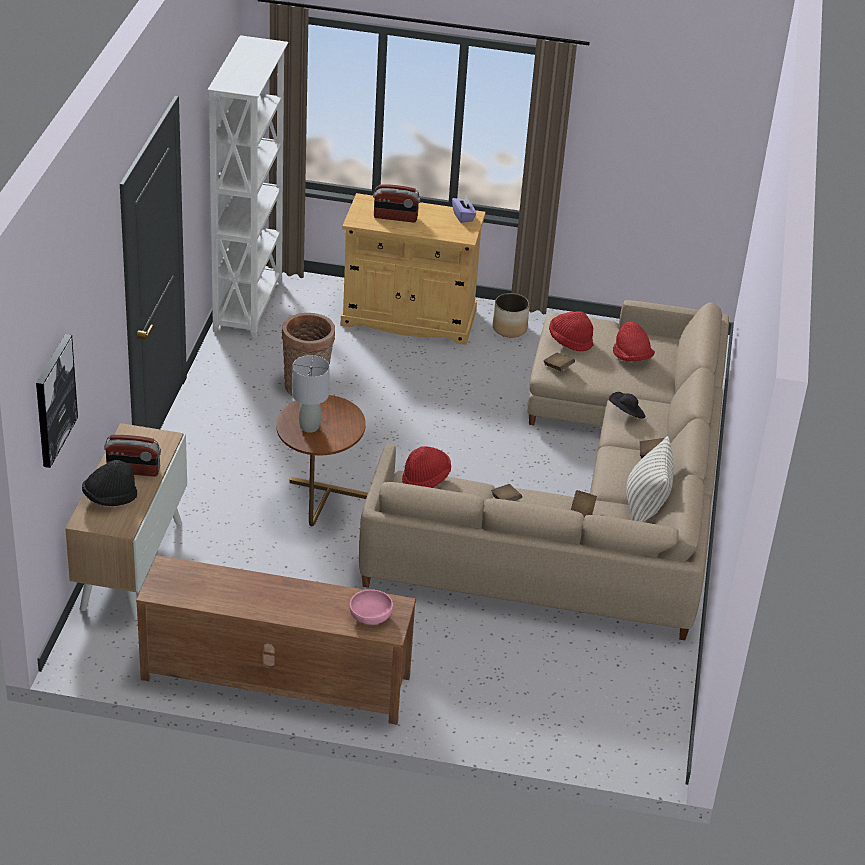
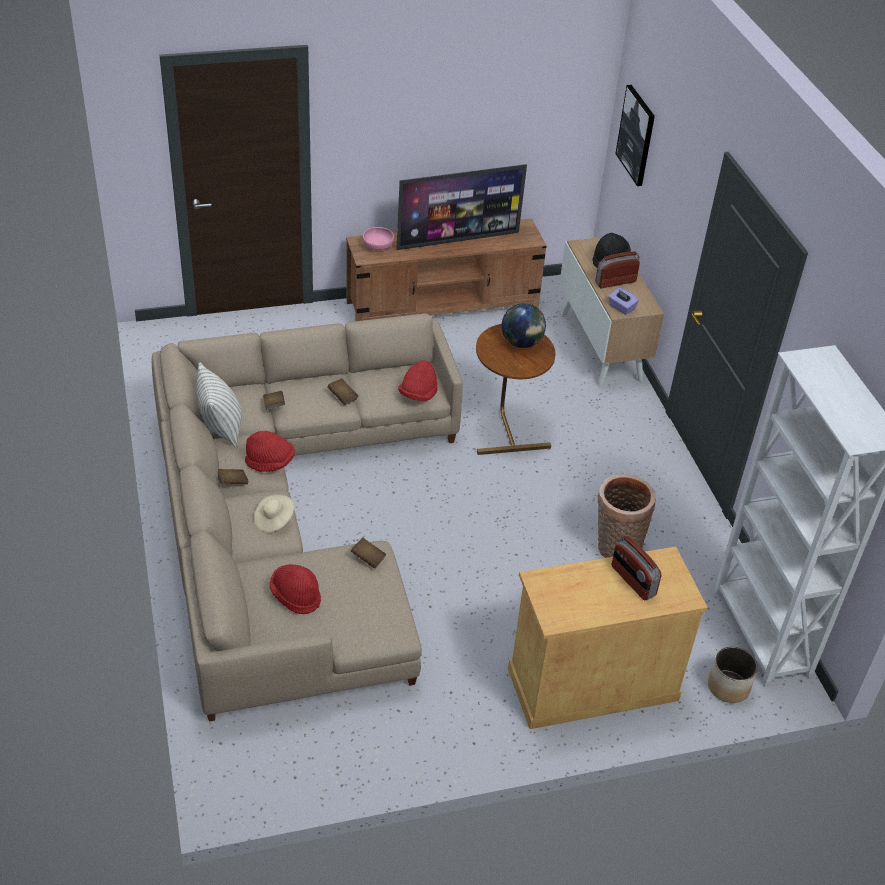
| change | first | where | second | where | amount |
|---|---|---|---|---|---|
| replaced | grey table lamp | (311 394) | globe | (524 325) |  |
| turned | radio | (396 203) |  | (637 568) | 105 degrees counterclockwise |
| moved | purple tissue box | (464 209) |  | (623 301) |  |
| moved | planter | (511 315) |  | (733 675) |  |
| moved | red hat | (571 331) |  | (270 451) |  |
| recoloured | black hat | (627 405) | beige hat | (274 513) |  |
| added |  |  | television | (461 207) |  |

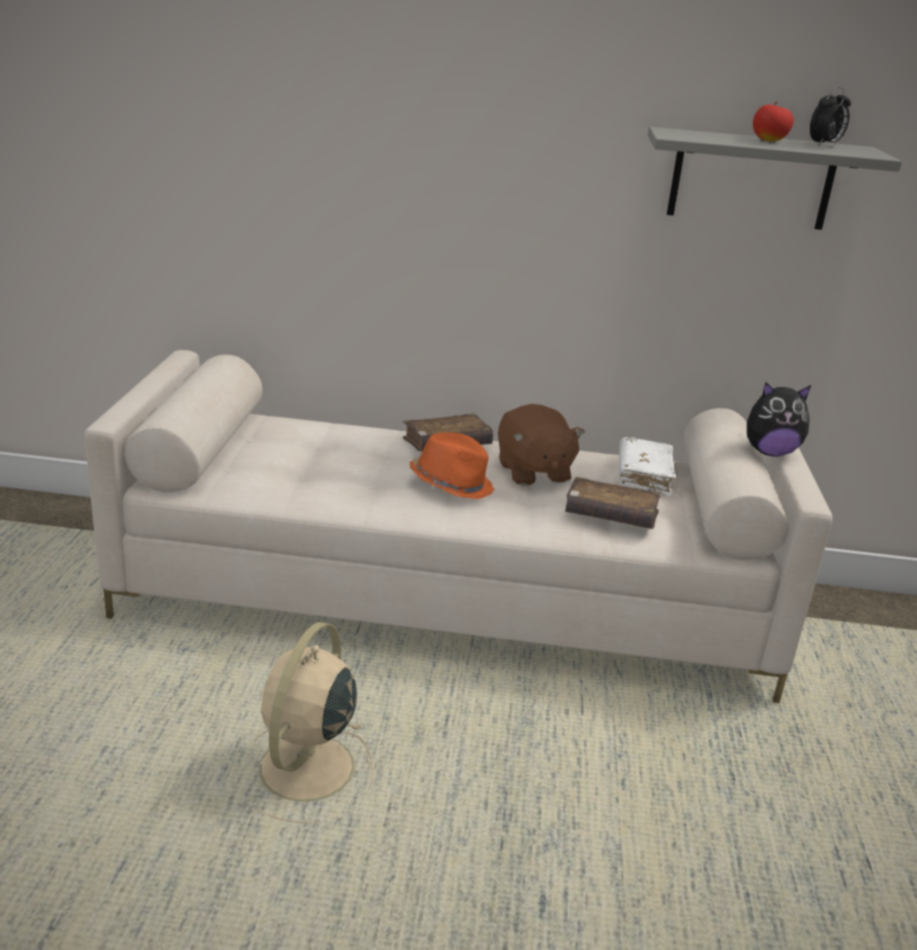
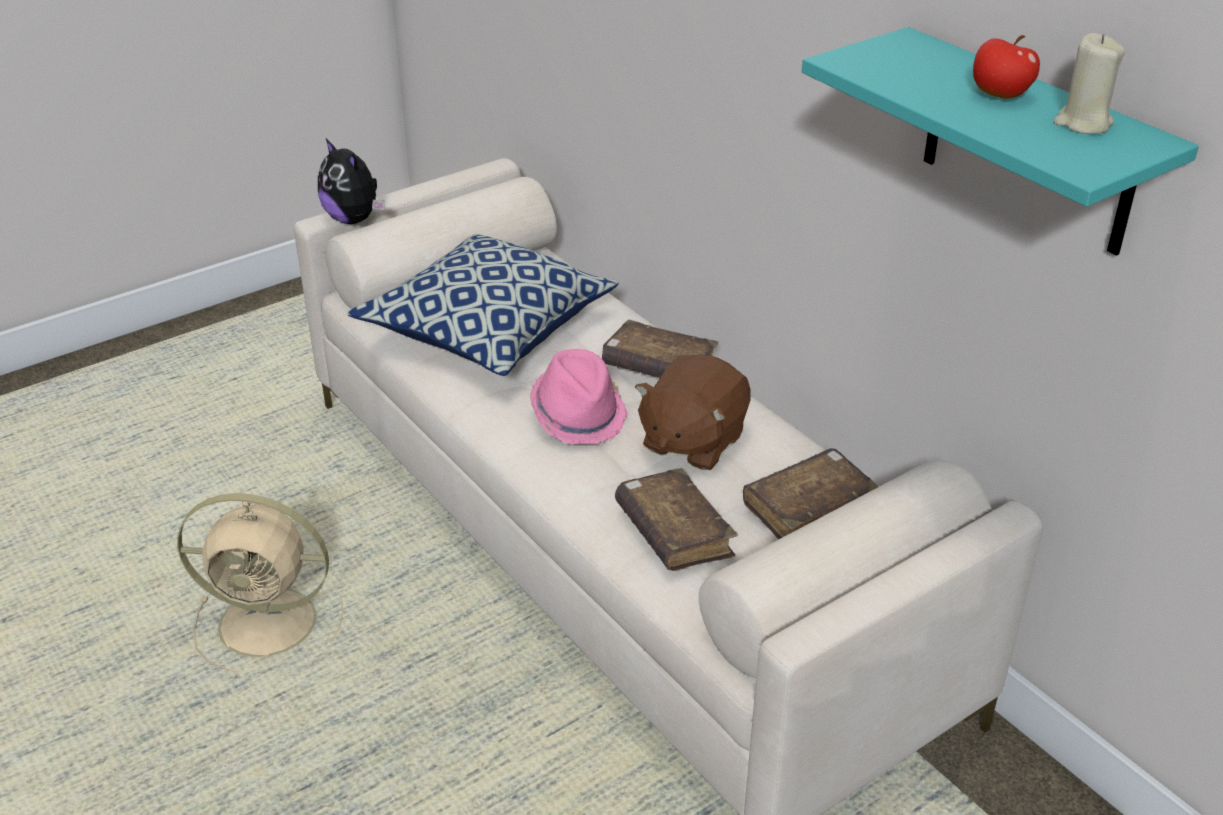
| change | first | where | second | where | amount |
|---|---|---|---|---|---|
| turned | beige fan | (311 722) |  | (260 582) | 150 degrees counterclockwise |
| recoloured | orange hat | (451 465) | pink hat | (579 396) |  |
| recoloured | white book | (648 466) | brown book | (811 494) |  |
| recoloured | grey shelf | (775 178) | turquoise shelf | (1000 141) |  |
| moved | plush toy | (779 419) |  | (351 181) |  |
| replaced | alarm clock | (830 116) | beige candle | (1089 83) |  |
| added |  |  | pillow | (483 305) |  |

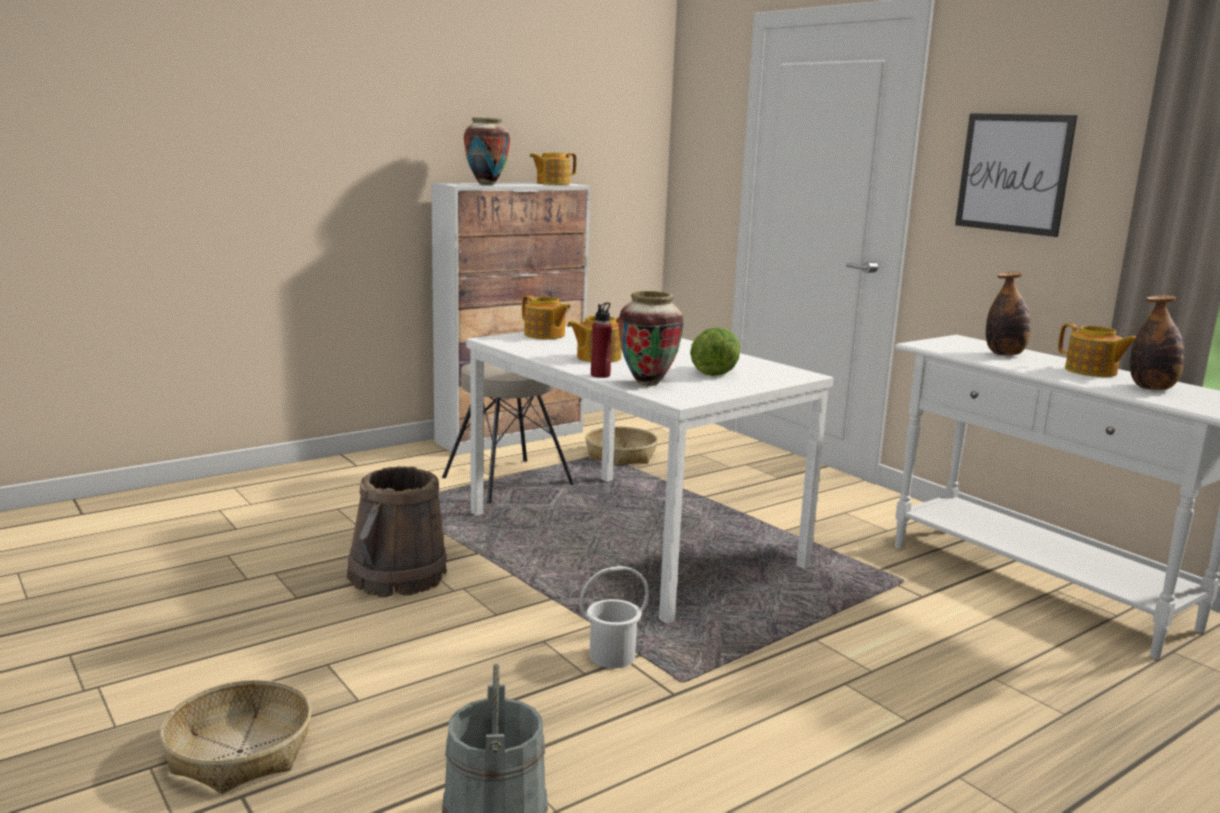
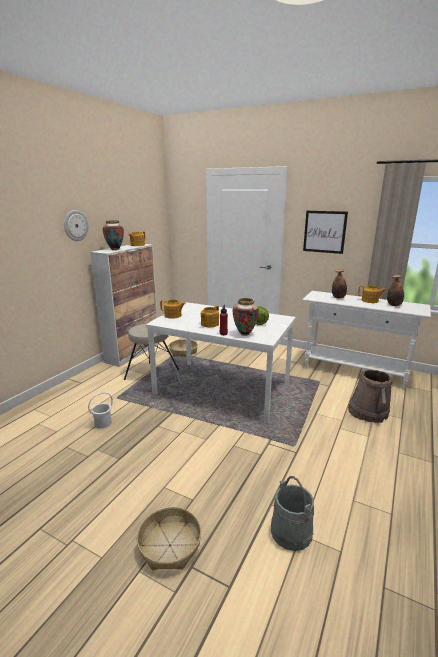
| change | first | where | second | where | amount |
|---|---|---|---|---|---|
| moved | brown bucket | (397 532) |  | (370 396) |  |
| moved | white bucket | (614 617) |  | (100 410) |  |
| added |  |  | wall clock | (76 225) |  |

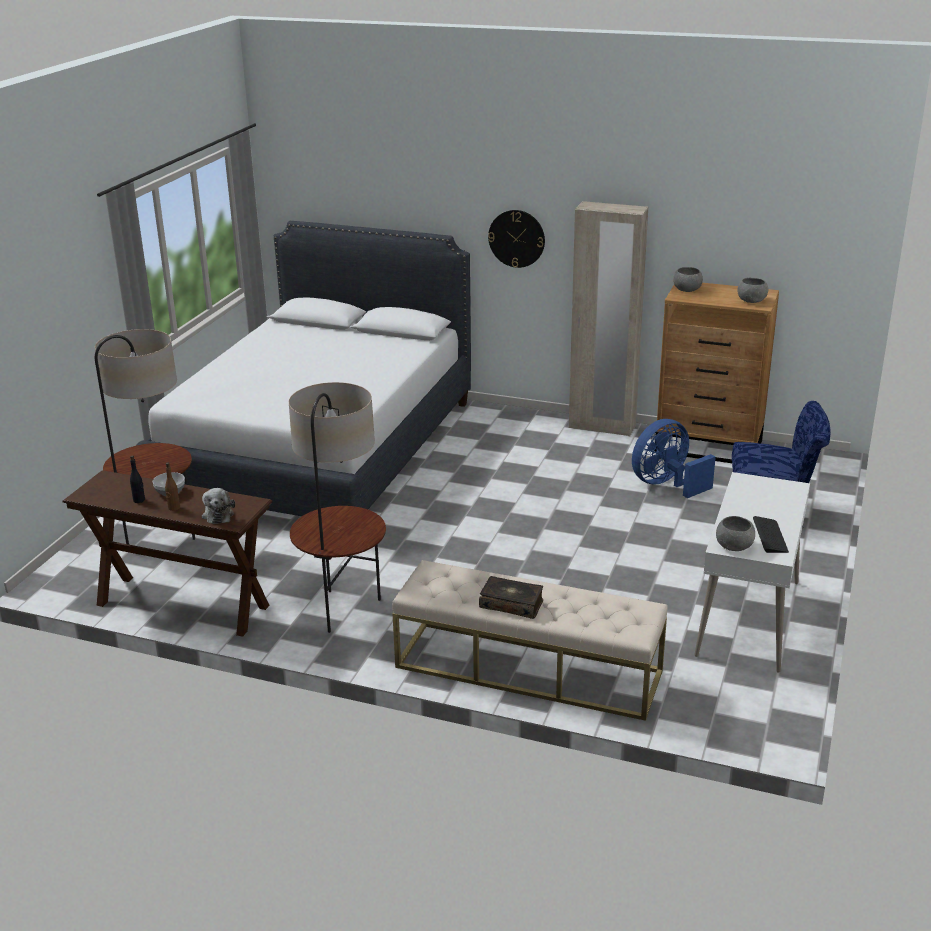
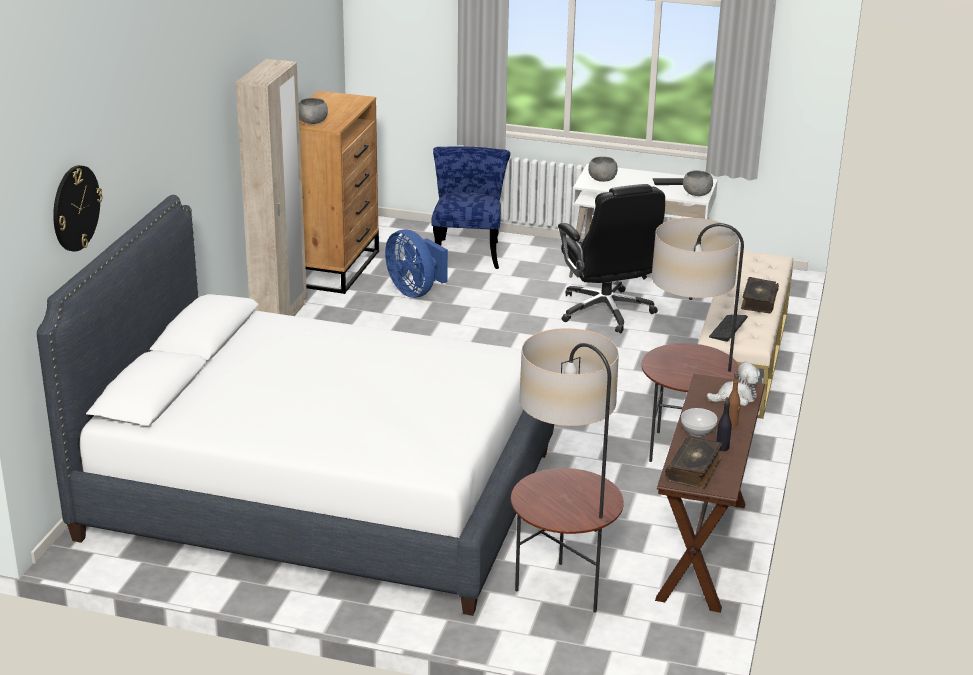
| change | first | where | second | where | amount |
|---|---|---|---|---|---|
| moved | wall clock | (516 239) |  | (78 208) |  |
| moved | grey bowl | (752 290) |  | (603 169) |  |
| added |  |  | black office chair | (611 258) |  |
| added |  |  | book | (693 462) |  |
| added |  |  | keyboard | (728 328) |  |

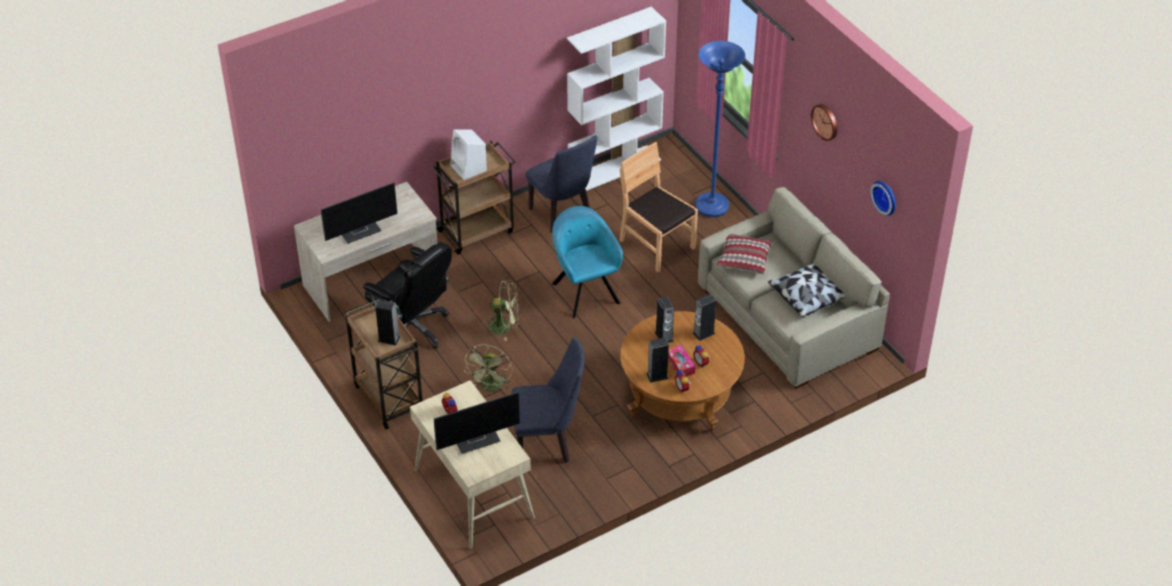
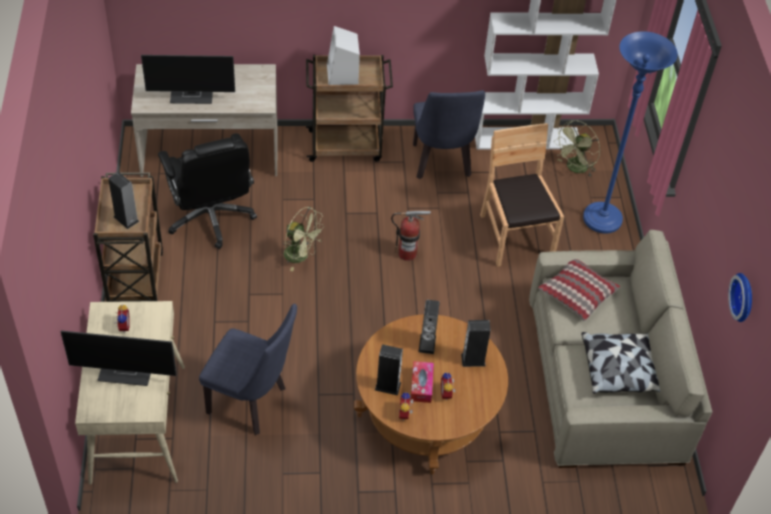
| change | first | where | second | where | amount |
|---|---|---|---|---|---|
| moved | green fan | (488 368) |  | (577 148) |  |
| replaced | turquoise armchair | (587 262) | fire extinguisher | (411 236) |  |
| removed | wall clock | (824 122) |  |  |  |

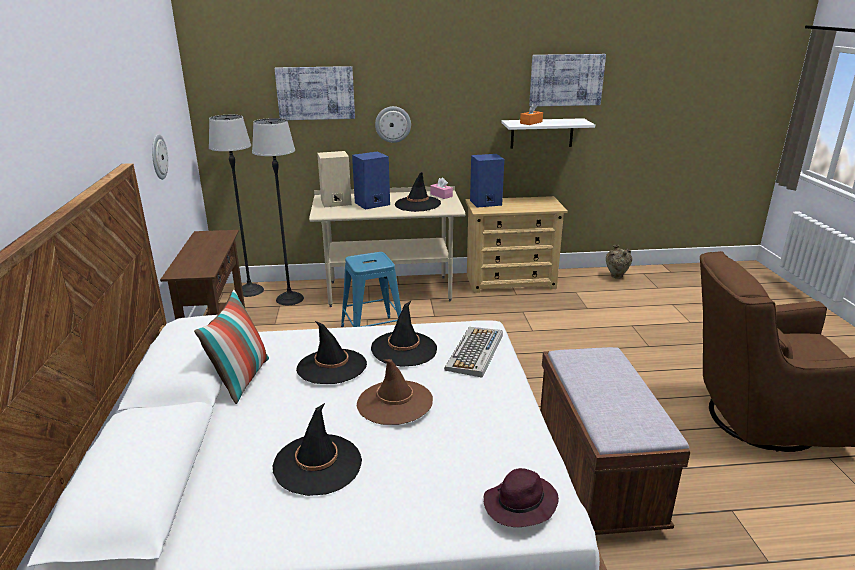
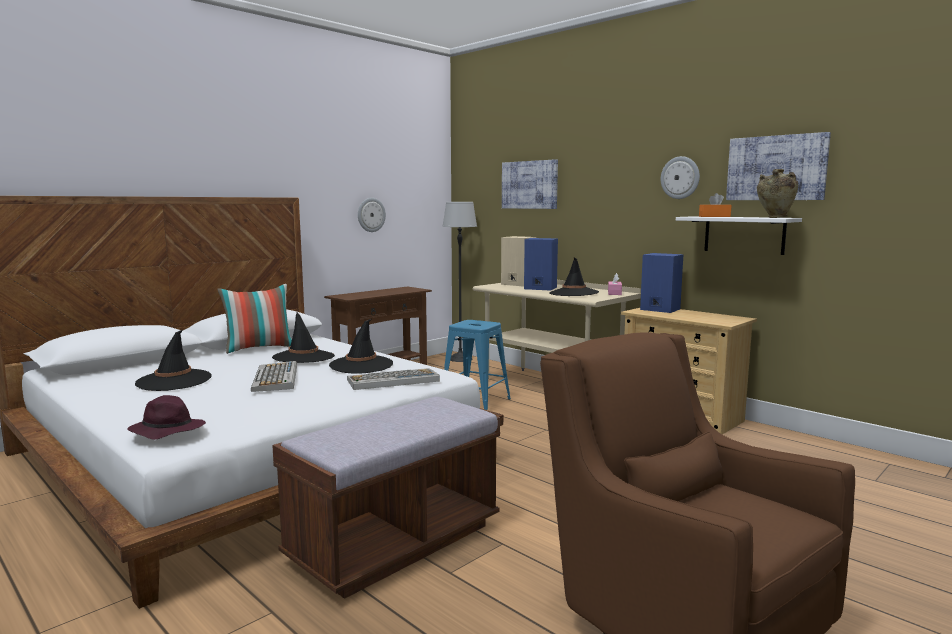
| change | first | where | second | where | amount |
|---|---|---|---|---|---|
| removed | floor lamp | (278 211) |  |  |  |
| replaced | brown hat | (395 392) | keyboard | (274 376) |  |
| moved | wall clock | (393 124) |  | (680 177) |  |
| moved | beige vase | (619 262) |  | (777 193) |  |

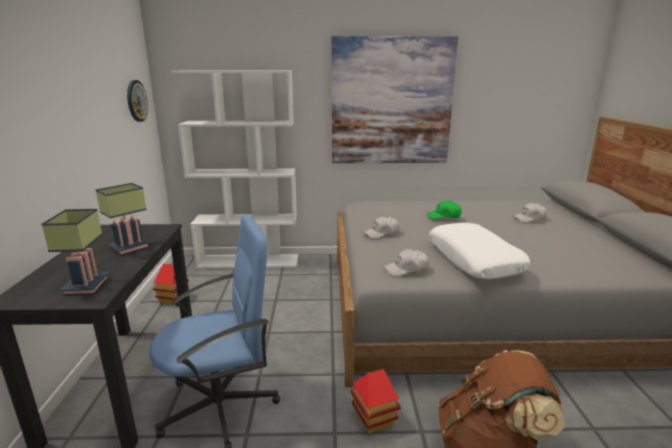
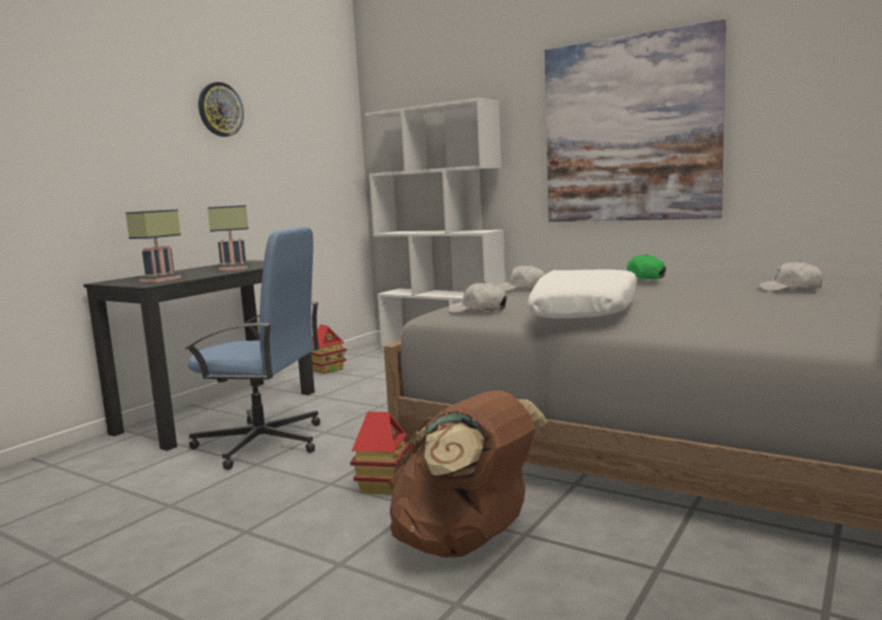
| change | first | where | second | where | amount |
|---|---|---|---|---|---|
| moved | wall clock | (137 101) |  | (221 109) |  |

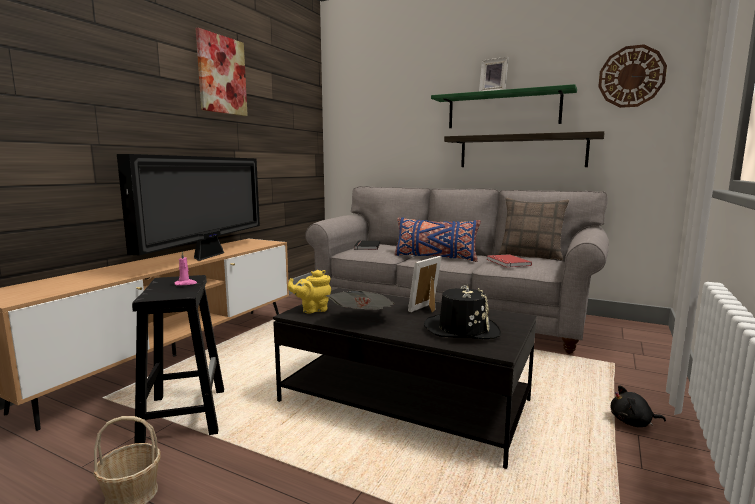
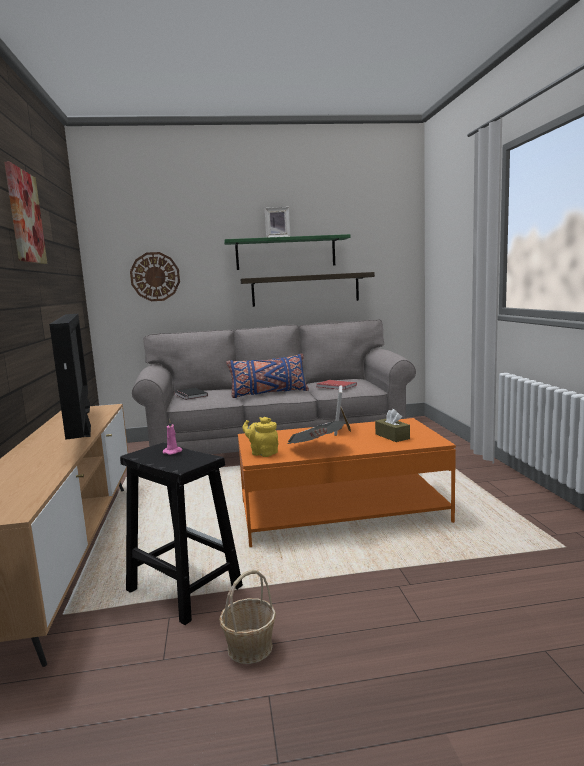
| change | first | where | second | where | amount |
|---|---|---|---|---|---|
| recoloured | black coffee table | (404 378) | orange coffee table | (347 482) |  |
| turned | yellow teapot | (309 291) |  | (260 437) | 90 degrees clockwise |
| replaced | black hat | (462 312) | brown tissue box | (392 425) |  |
| removed | pillow | (533 229) |  |  |  |
| moved | wall clock | (632 76) |  | (155 276) |  |
| removed | black plush toy | (638 406) |  |  |  |

